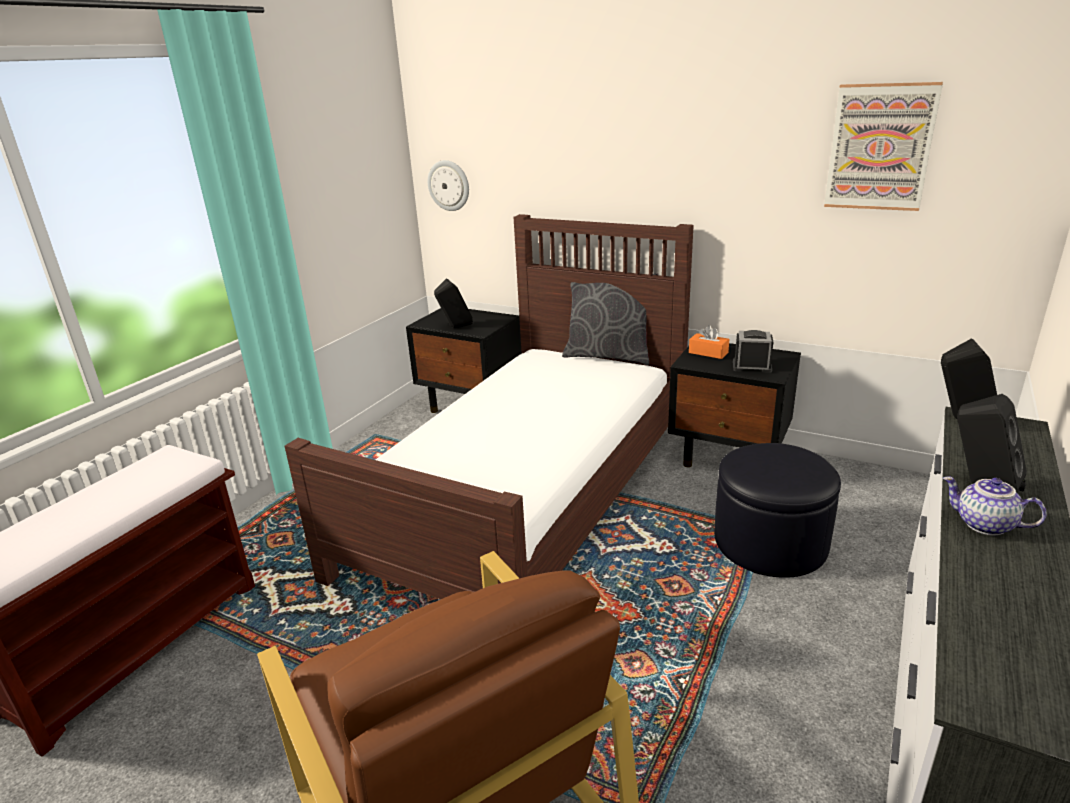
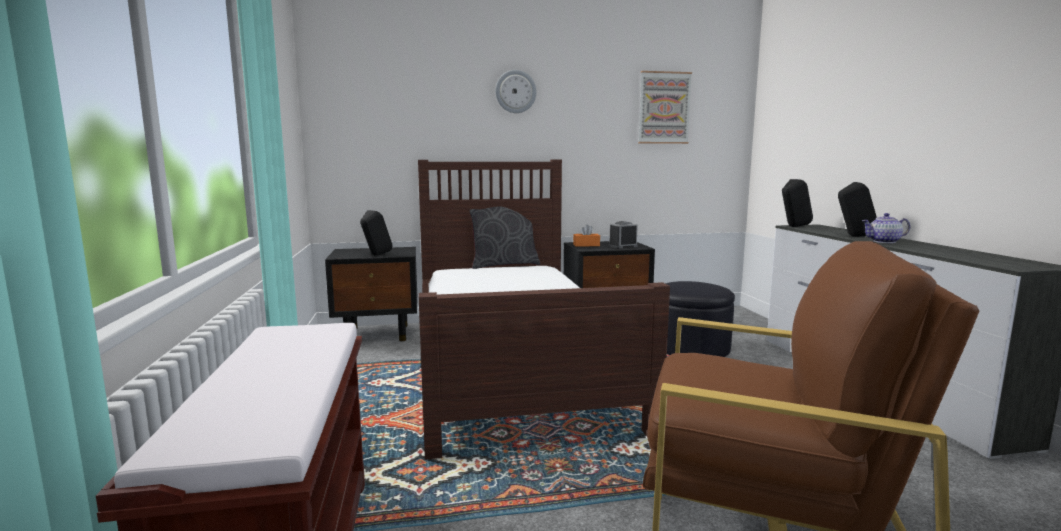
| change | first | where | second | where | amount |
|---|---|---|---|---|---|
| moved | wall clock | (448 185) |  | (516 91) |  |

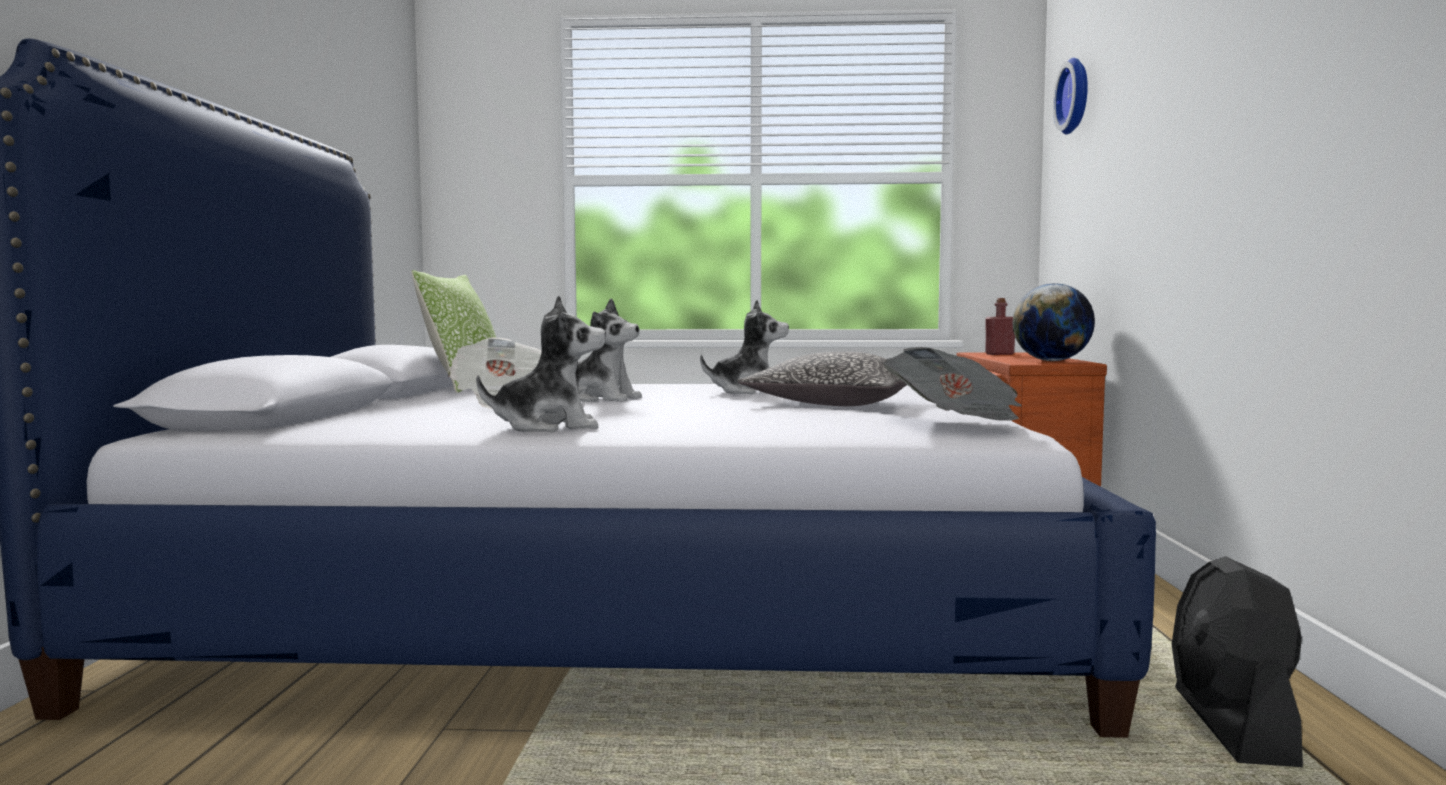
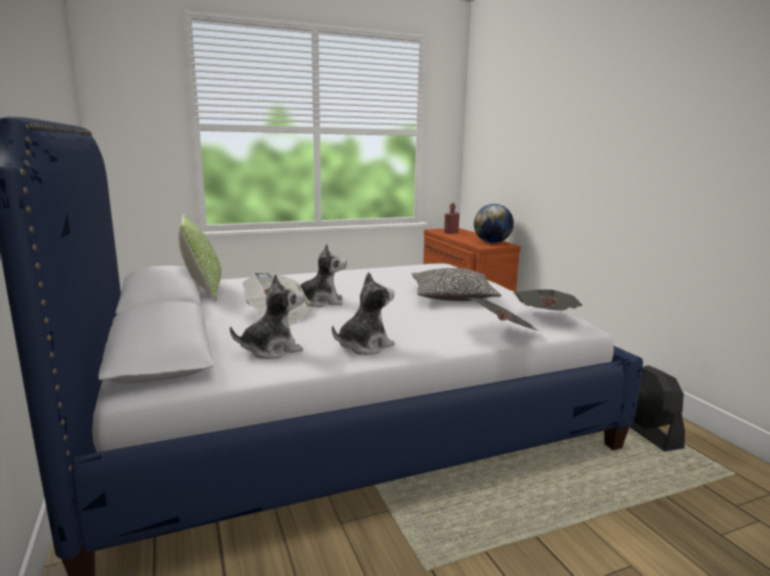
| change | first | where | second | where | amount |
|---|---|---|---|---|---|
| moved | plush toy | (744 347) |  | (267 316) |  |
| removed | wall clock | (1070 96) |  |  |  |
| added |  |  | newspaper | (502 314) |  |

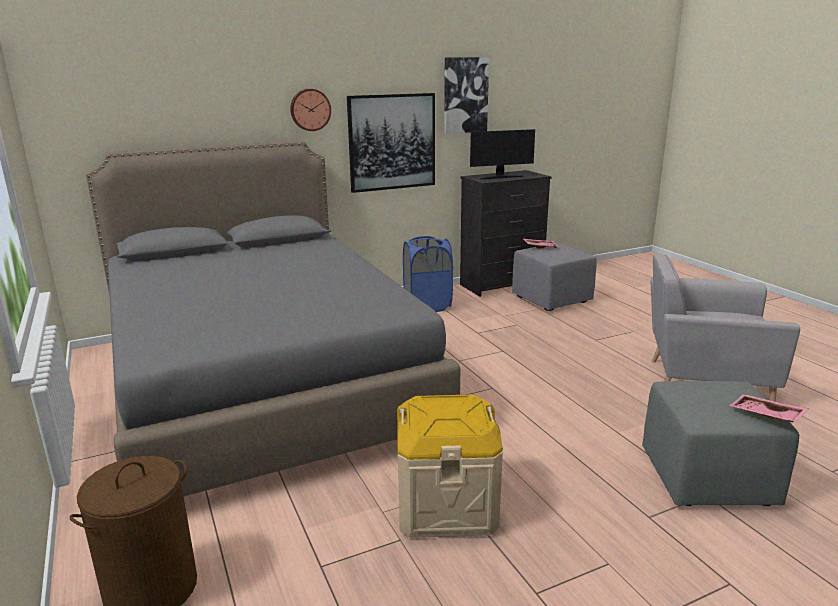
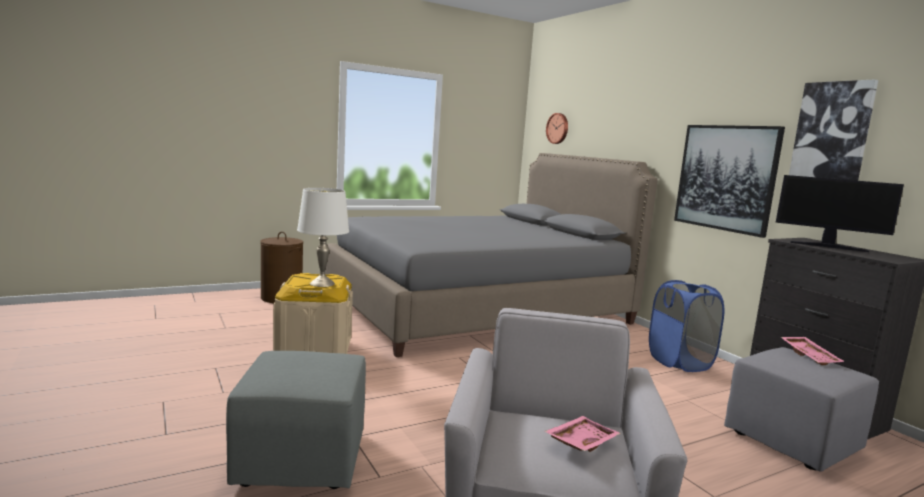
| change | first | where | second | where | amount |
|---|---|---|---|---|---|
| moved | wall clock | (310 110) |  | (557 128) |  |
| turned | monitor | (502 154) |  | (840 213) | 45 degrees counterclockwise |
| moved | pink tray | (768 408) |  | (582 434) |  |
| added |  |  | white table lamp | (323 237) |  |

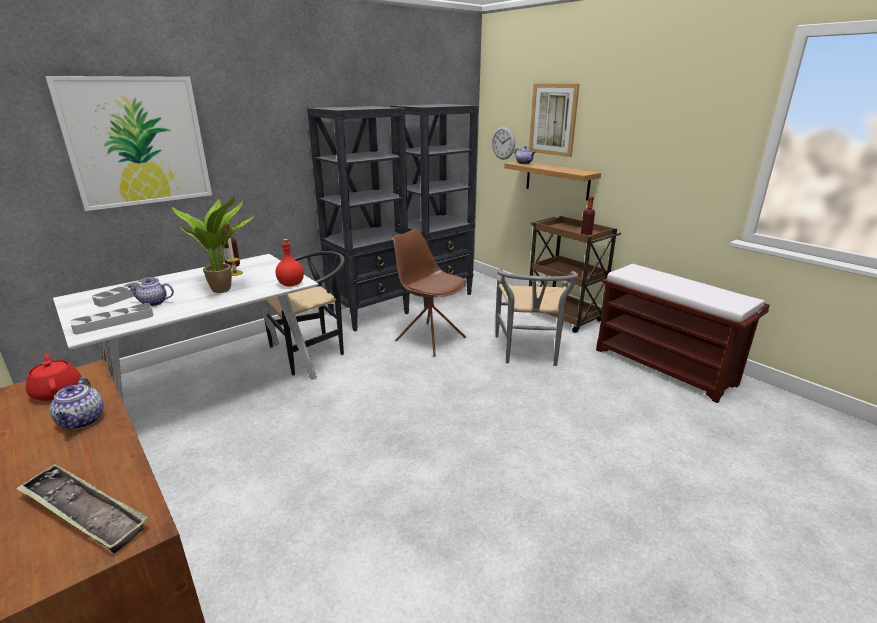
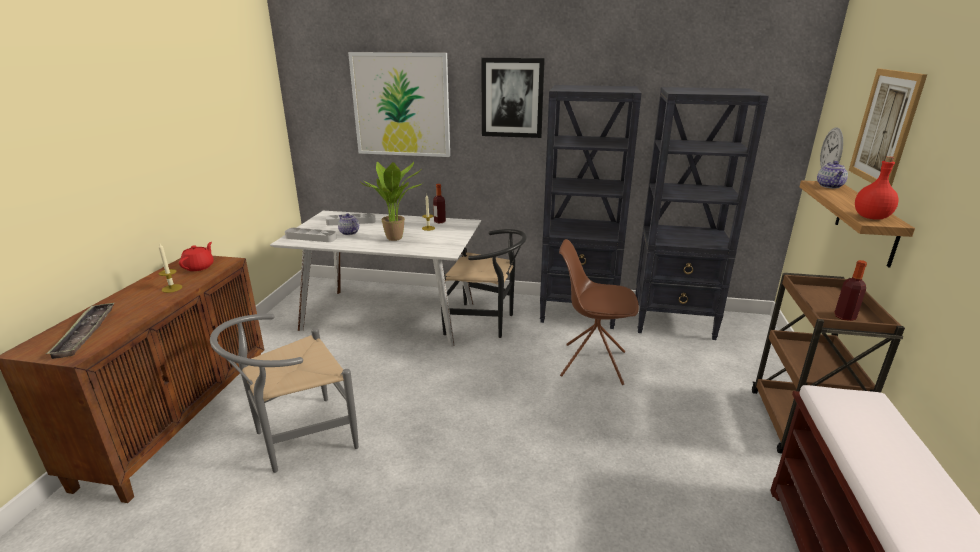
| change | first | where | second | where | amount |
|---|---|---|---|---|---|
| replaced | teapot | (77 404) | candle | (170 267) |  |
| moved | red bottle | (290 263) |  | (876 188) |  |
| turned | brown chair | (429 293) |  | (599 312) | 75 degrees counterclockwise |
| moved | grey chair | (536 317) |  | (284 393) |  |
| added |  |  | picture | (513 98) |  |

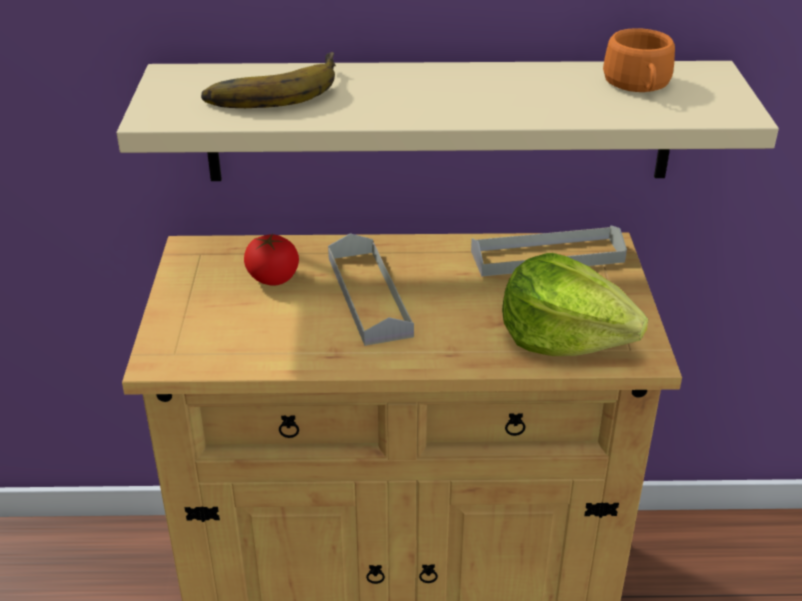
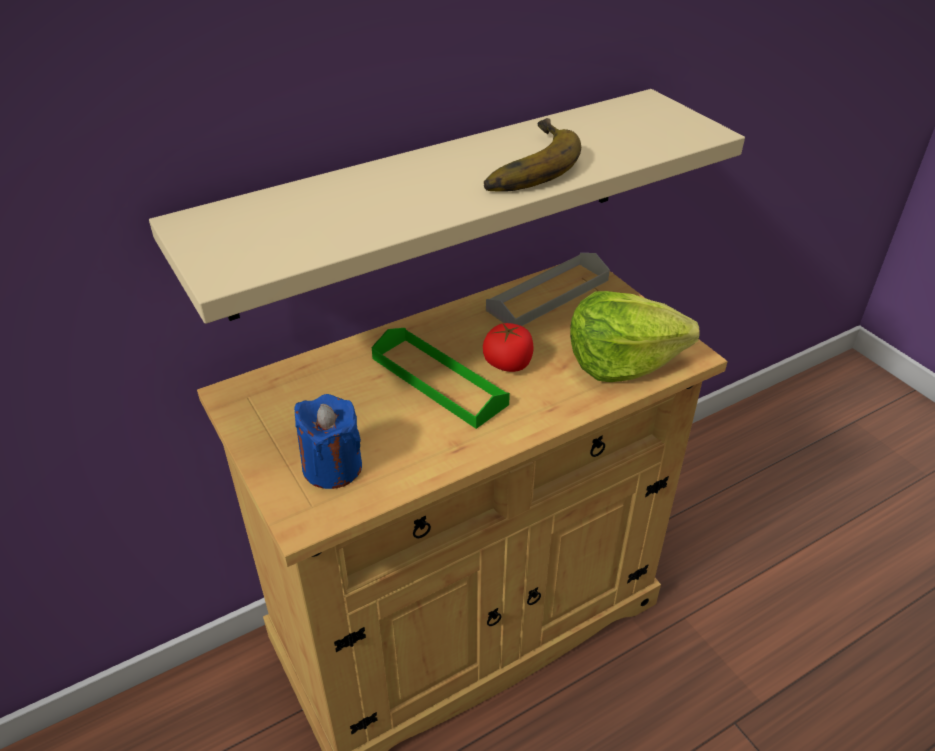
| change | first | where | second | where | amount |
|---|---|---|---|---|---|
| moved | banana | (268 80) |  | (532 155) |  |
| moved | tomato | (271 260) |  | (508 347) |  |
| recoloured | grey tray | (371 289) | green tray | (441 378) |  |
| removed | orange cup | (639 60) |  |  |  |
| added |  |  | blue candle | (328 441) |  |

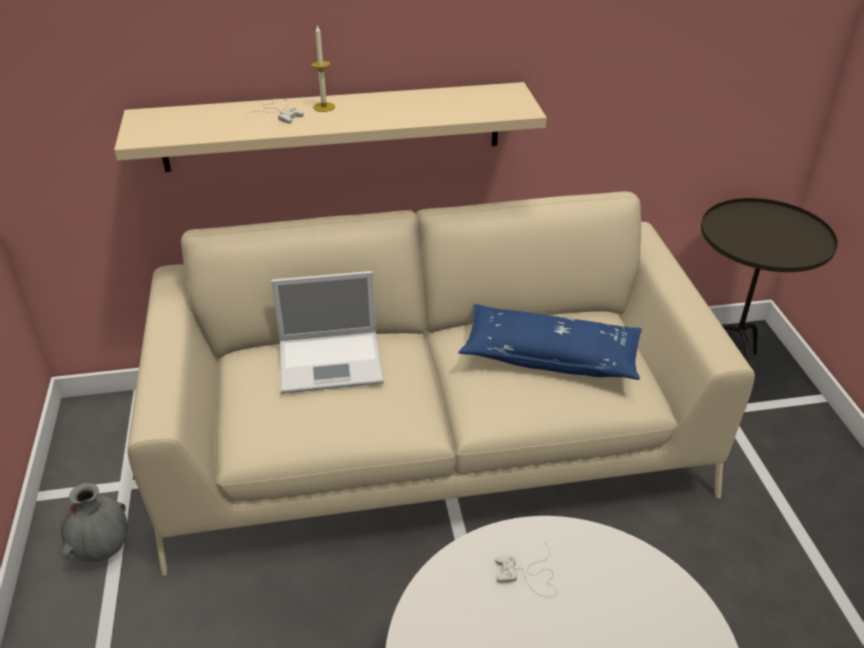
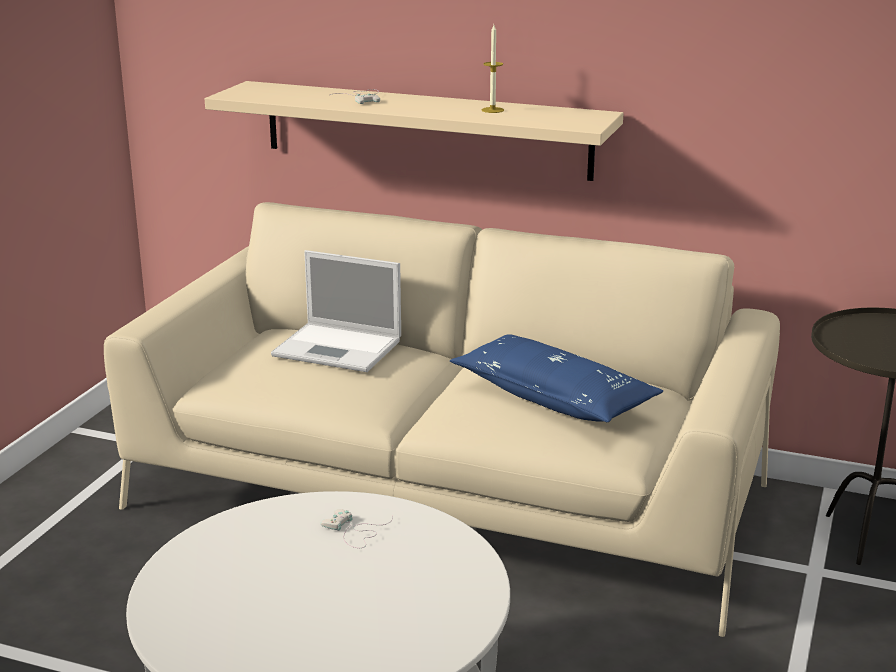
| change | first | where | second | where | amount |
|---|---|---|---|---|---|
| removed | grey vase | (94 522) |  |  |  |
| moved | candle | (323 68) |  | (492 69) |  |

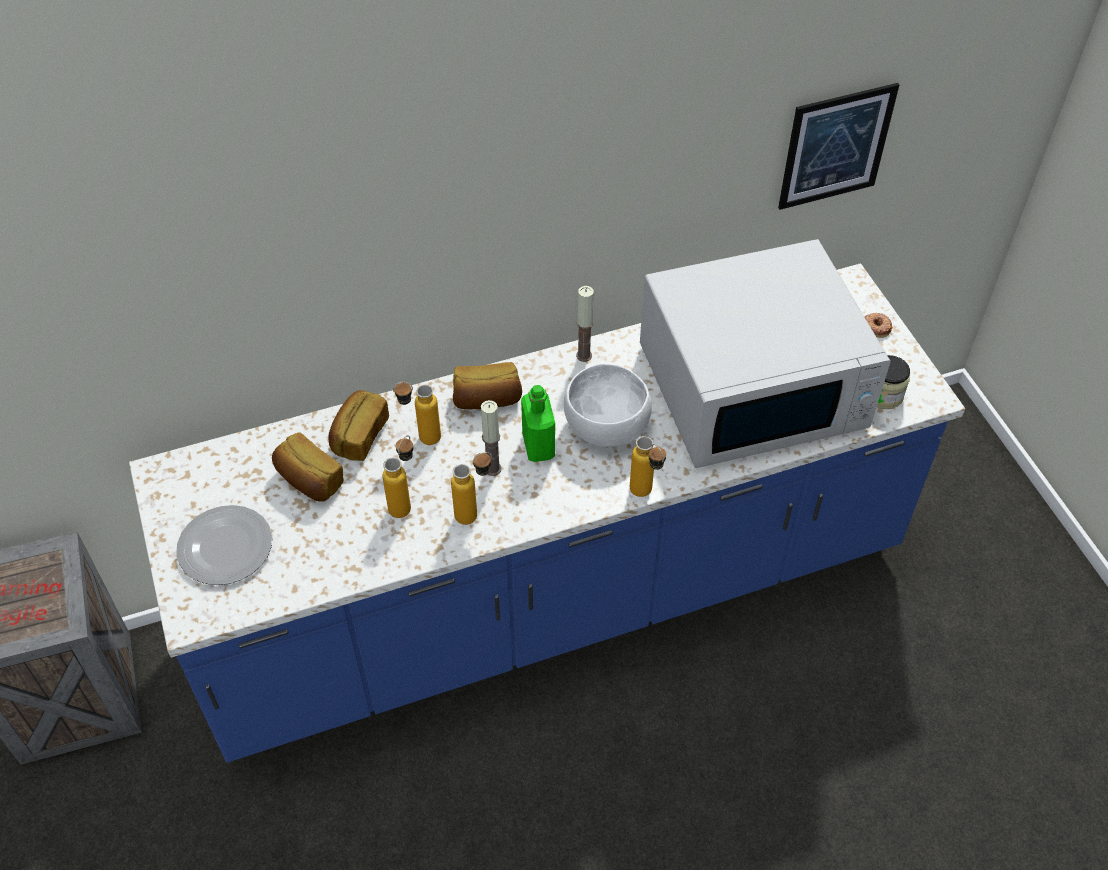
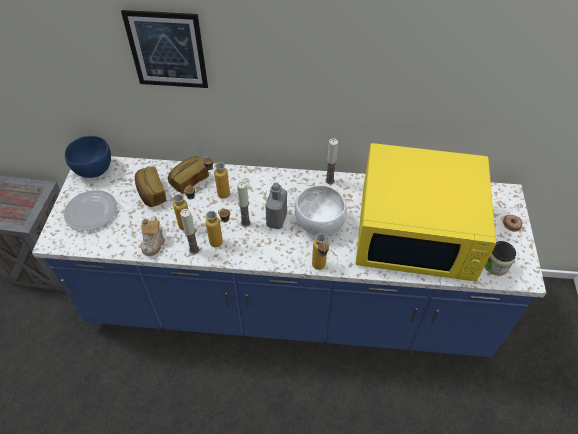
| change | first | where | second | where | amount |
|---|---|---|---|---|---|
| removed | bread | (487 385) |  |  |  |
| recoloured | green bottle | (538 423) | grey bottle | (276 206) |  |
| recoloured | white microwave | (765 353) | yellow microwave | (426 212) |  |
| moved | picture | (838 146) |  | (164 49) |  |
| added |  |  | blue bowl | (88 157) |  |
| added |  |  | teapot | (153 236) |  |
| added |  |  | candle | (190 231) |  |

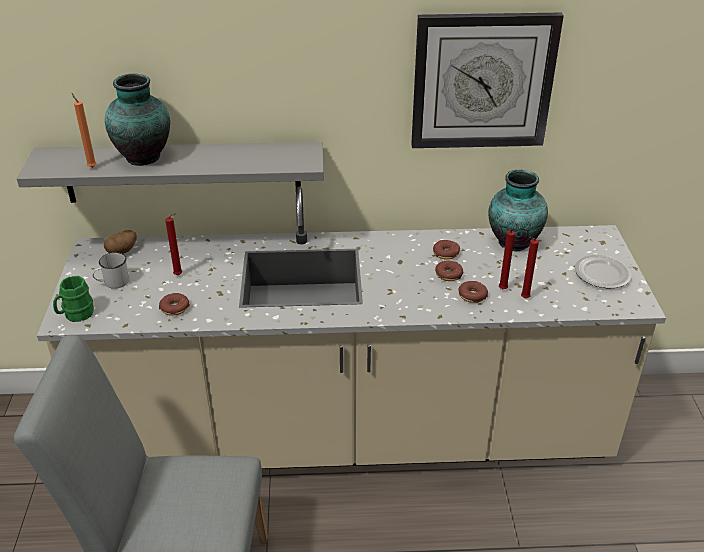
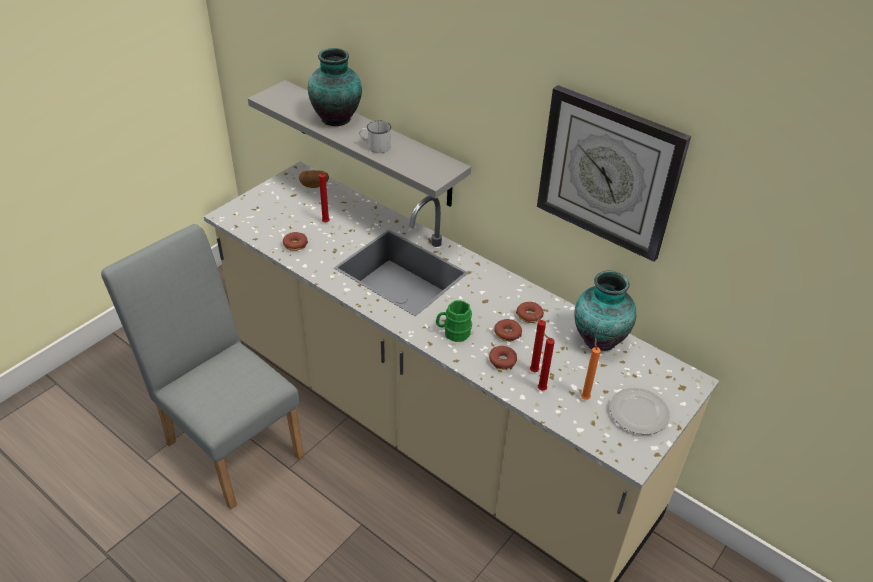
| change | first | where | second | where | amount |
|---|---|---|---|---|---|
| moved | green mug | (73 299) |  | (454 321) |  |
| moved | orange candle | (84 130) |  | (591 369) |  |
| moved | white mug | (111 270) |  | (375 136) |  |

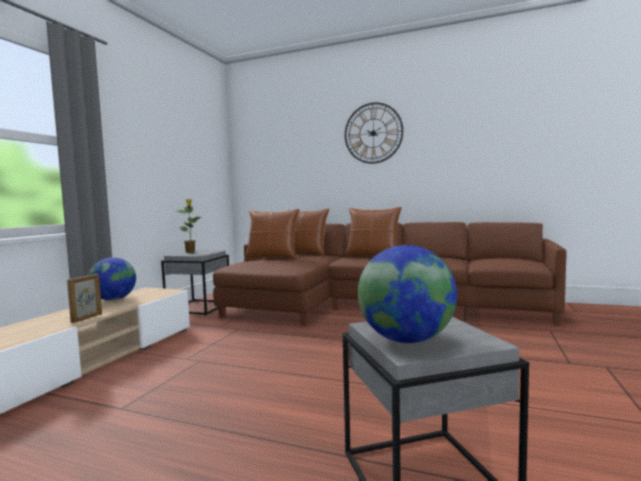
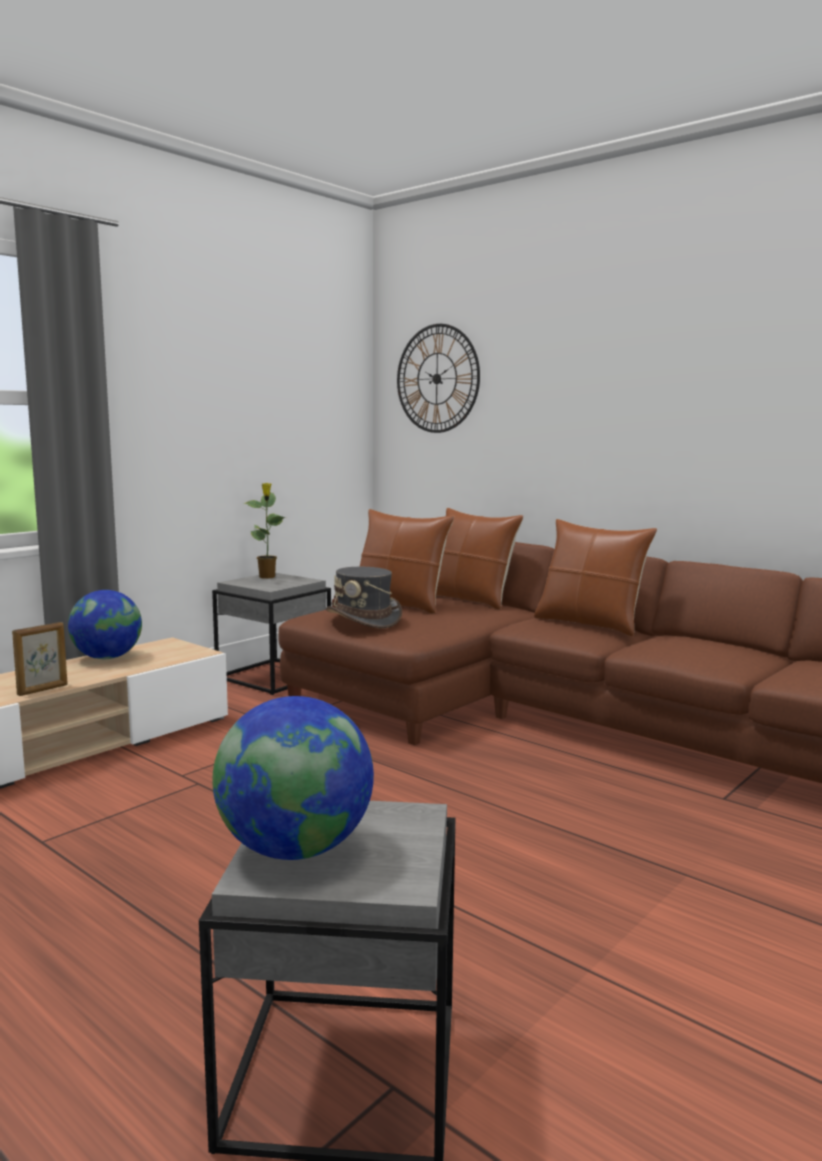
| change | first | where | second | where | amount |
|---|---|---|---|---|---|
| moved | wall clock | (374 133) |  | (438 378) |  |
| added |  |  | grey hat | (364 597) |  |

